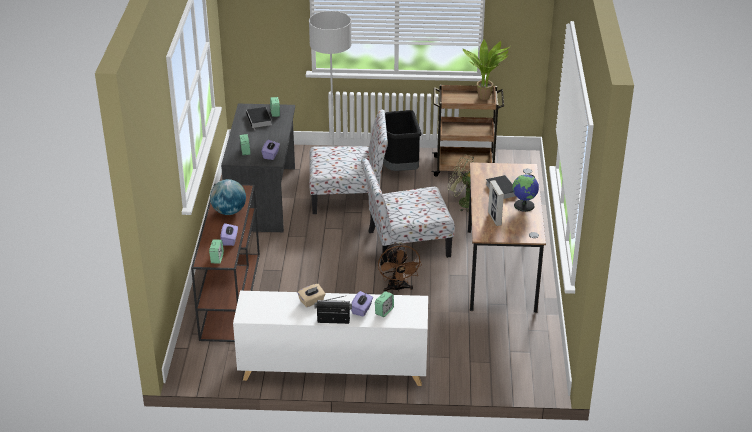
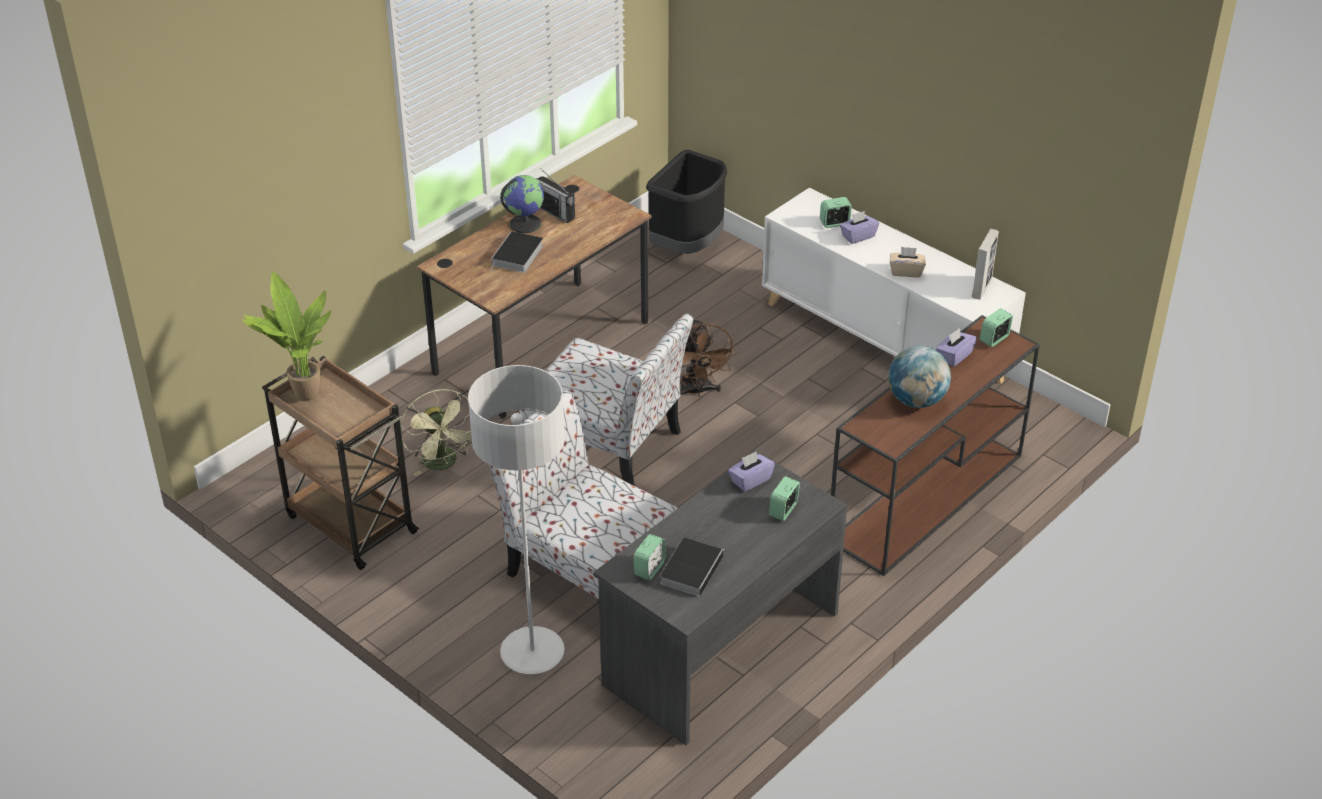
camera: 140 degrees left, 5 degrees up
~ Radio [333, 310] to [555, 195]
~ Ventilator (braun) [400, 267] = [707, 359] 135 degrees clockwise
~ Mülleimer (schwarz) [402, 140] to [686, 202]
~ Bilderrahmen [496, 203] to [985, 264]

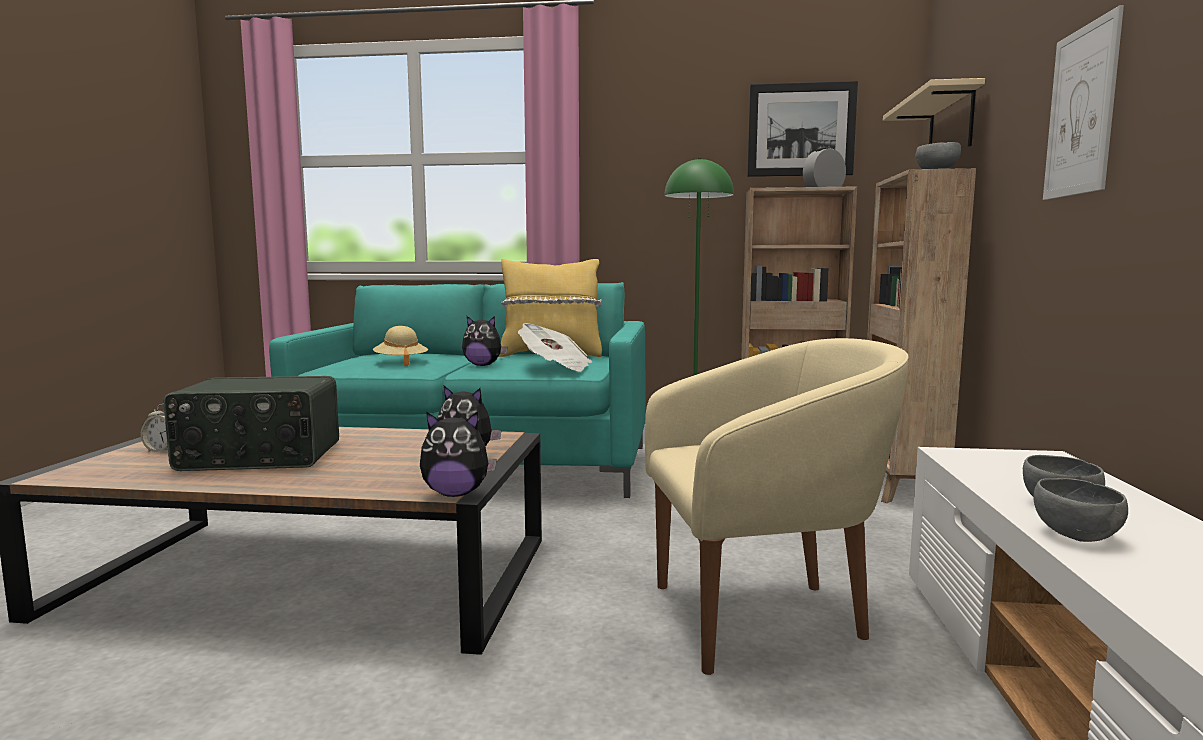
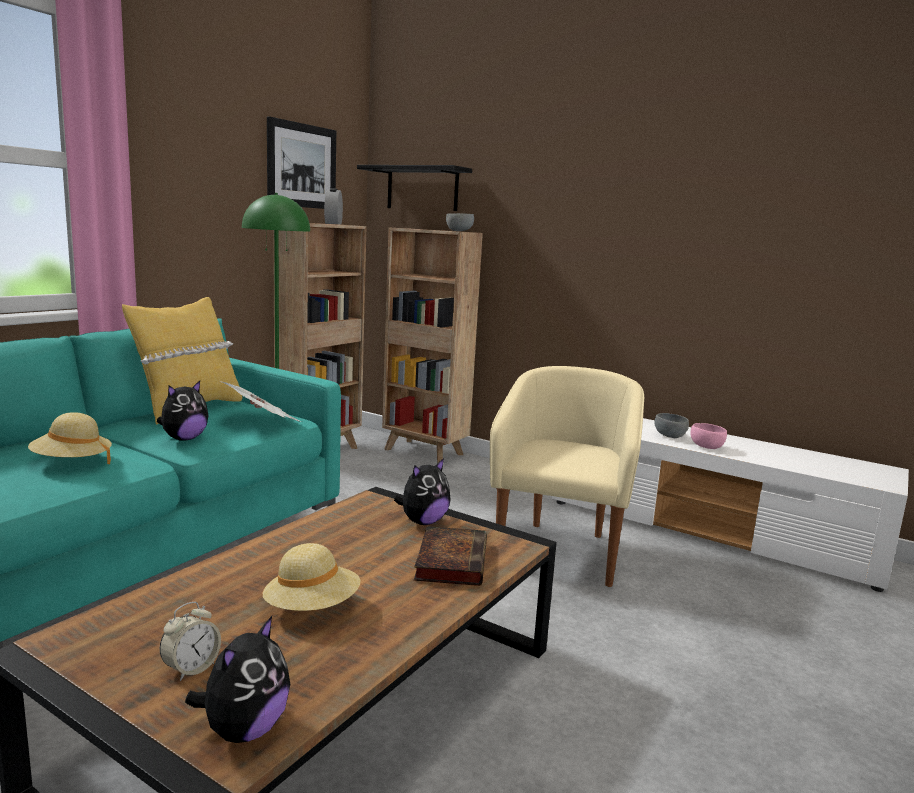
camera: 65 degrees left, 5 degrees up
~ Radio [251, 423] to Hut (beige) [311, 577]
~ Plüschtier [458, 454] to [237, 679]
~ Wandregal (beige) [934, 112] to Wandregal (schwarz) [414, 188]
~ Schüssel (grau) [1080, 510] to Schüssel (rosa) [709, 436]
- Bild [1083, 102]
+ Buch [450, 556]

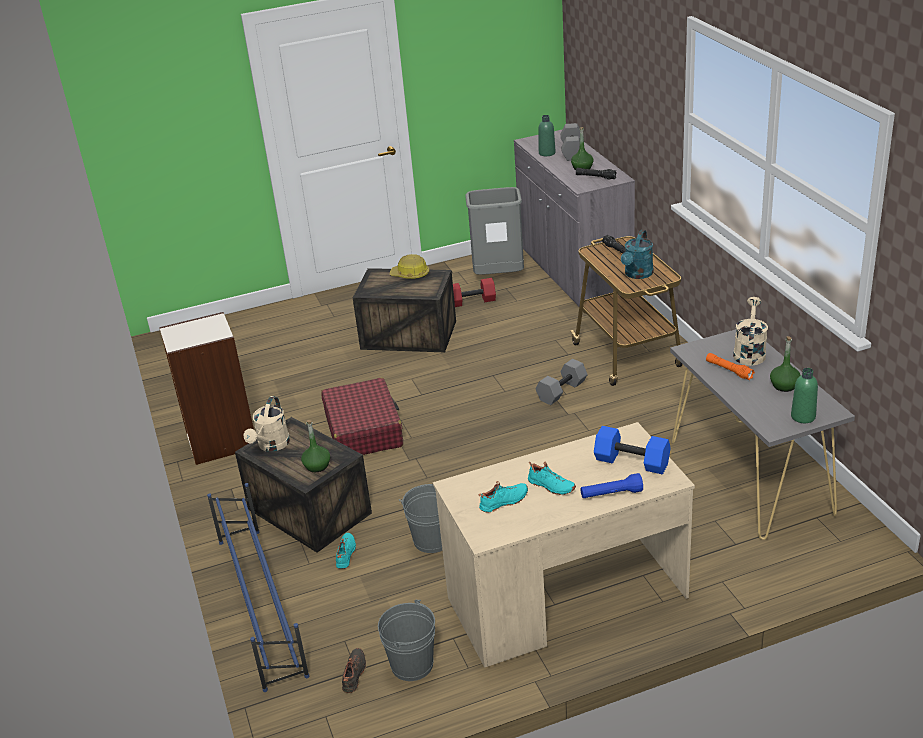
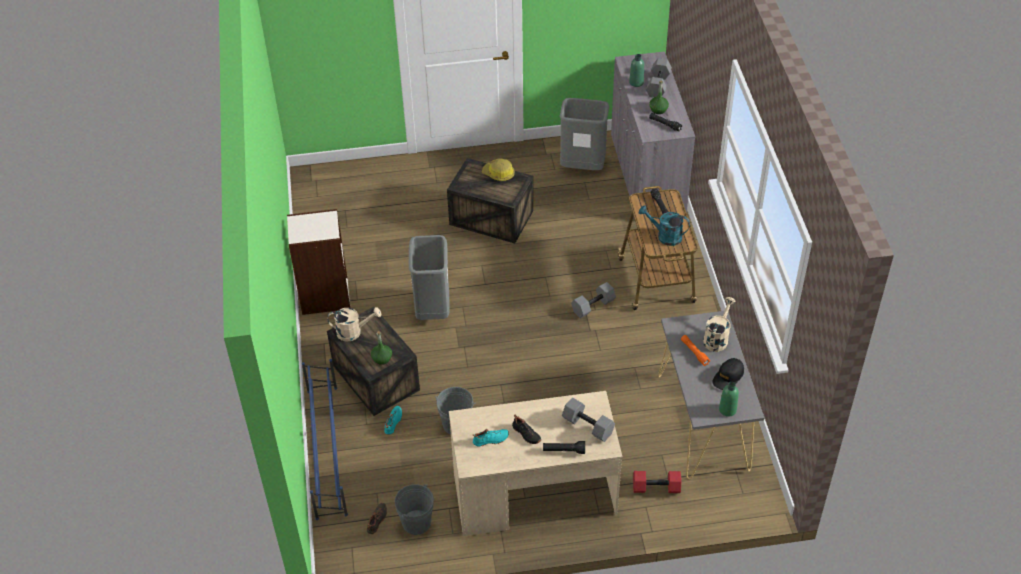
camera: 10 degrees right, 15 degrees up
~ Gießkanne (beige) [266, 424] = [354, 324] 120 degrees counterclockwise
~ Koffer (rot) [362, 416] to Mülleimer (grau) [429, 277]
~ Hantel (rot) [474, 292] to [657, 482]
~ Schuh (türkis) [552, 478] to Schuh (schwarz) [526, 429]
~ Taschenlampe (blau) [611, 485] to Taschenlampe (schwarz) [564, 447]
~ Hantel (blau) [632, 450] to Hantel (grau) [588, 420]
~ Gießkanne (türkis) [637, 254] = [664, 226] 75 degrees clockwise
~ Flasche (grün) [785, 364] to Kappe (schwarz) [728, 374]

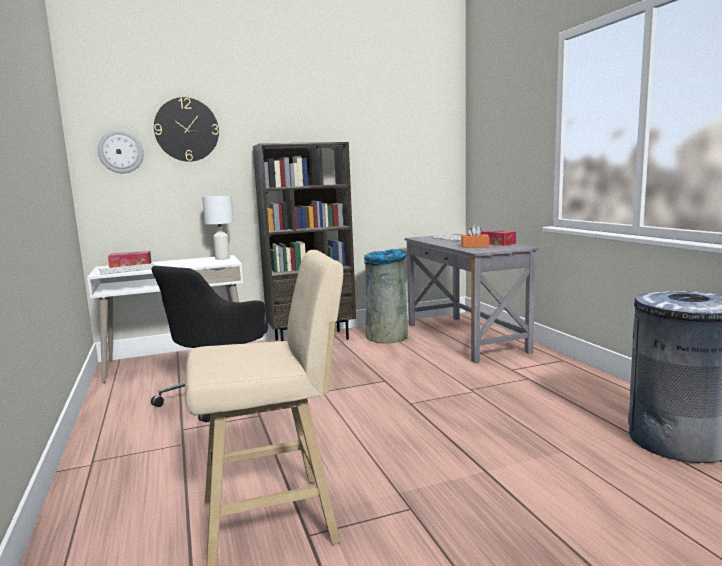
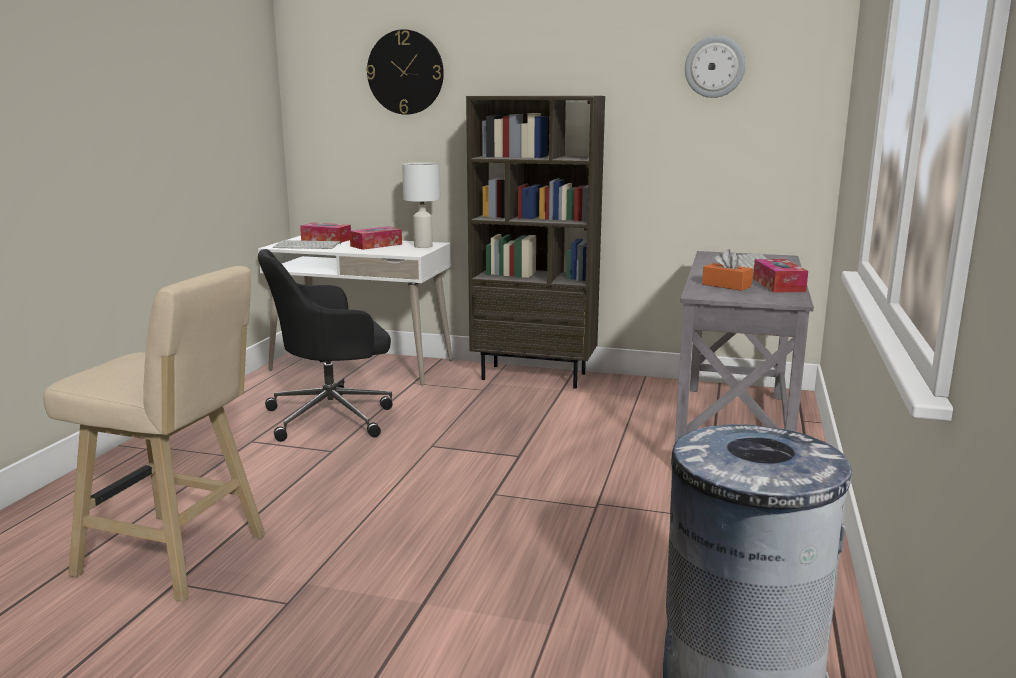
camera: 35 degrees right, 5 degrees up
~ Wanduhr [121, 151] to [715, 67]
- Mülleimer (grau) [386, 296]
+ Taschentuchbox [376, 238]

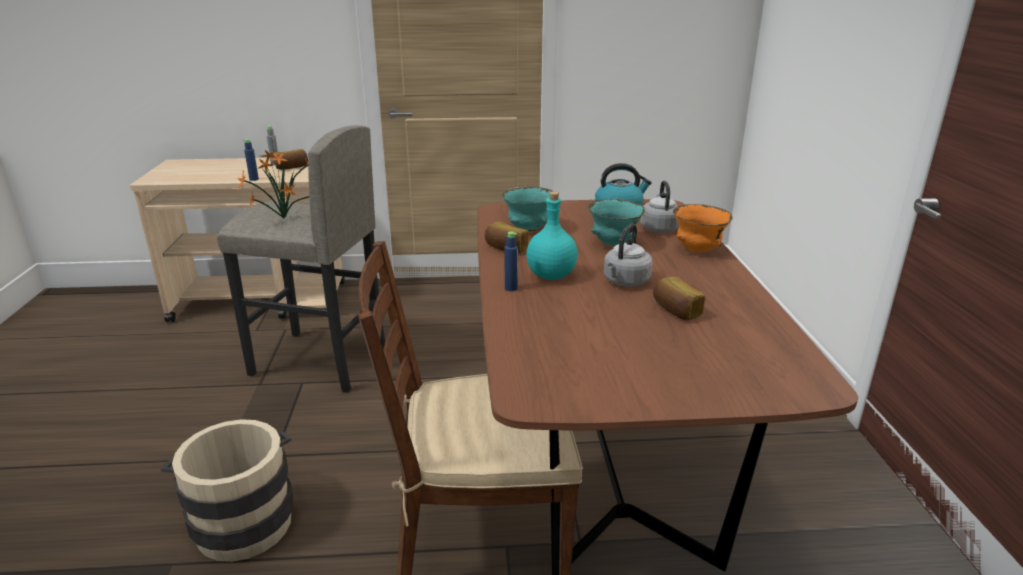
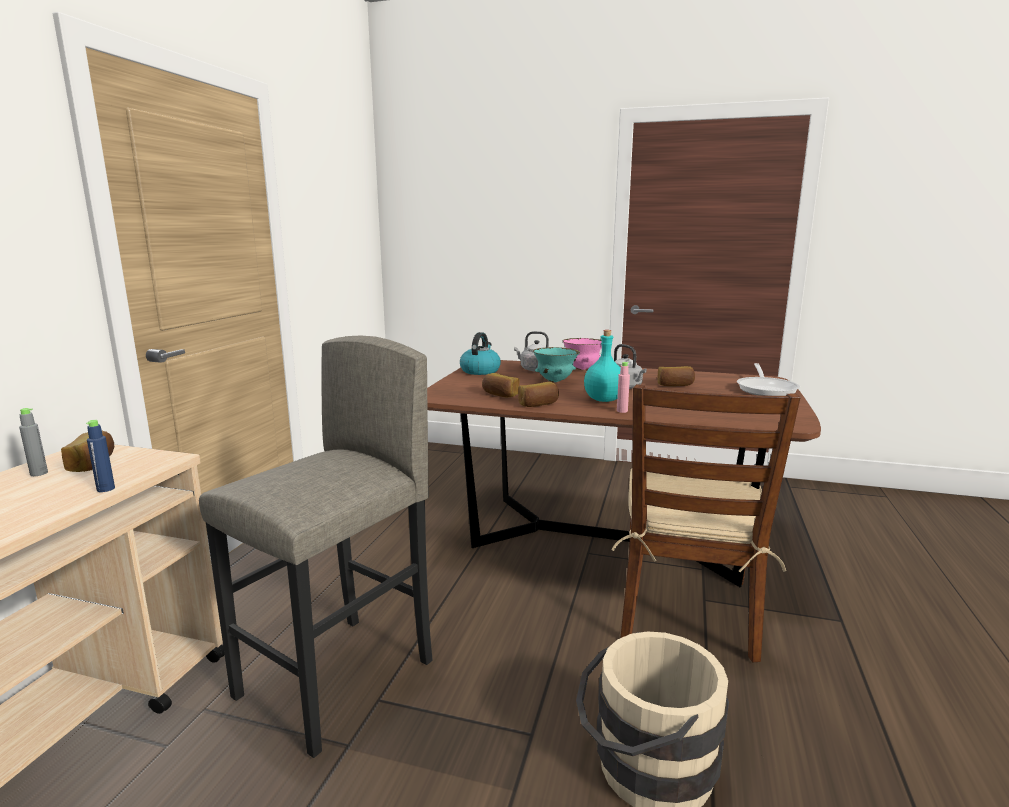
camera: 70 degrees left, 10 degrees down
- Topfpflanze [273, 184]
~ Schüssel (türkis) [527, 208] to Brot [501, 385]
~ Flasche (blau) [511, 261] to Flasche (rosa) [623, 387]
~ Schüssel (orange) [703, 228] to Schüssel (rosa) [582, 354]
+ Pfanne [768, 379]

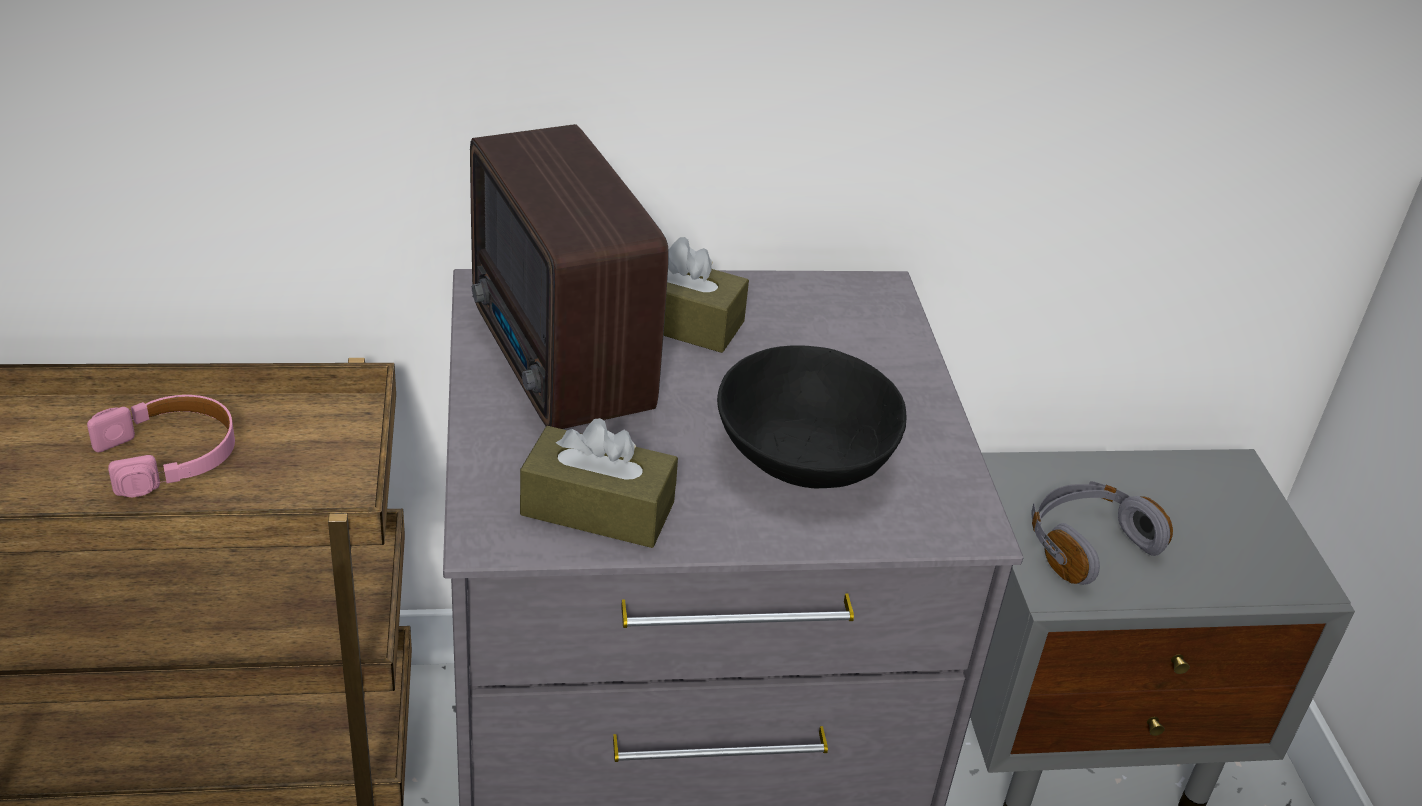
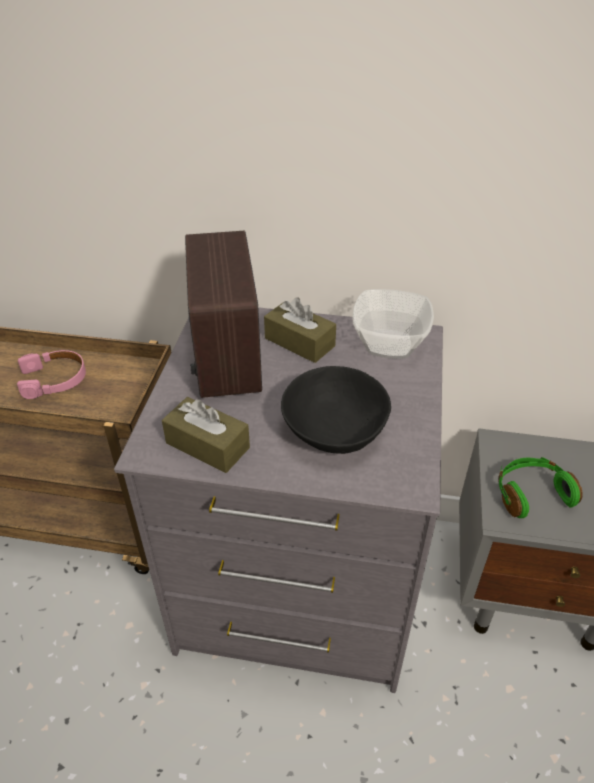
camera: 20 degrees right, 5 degrees up
~ Kopfhörer (grau) [1102, 533] to Kopfhörer (grün) [540, 487]
+ Schüssel [393, 324]

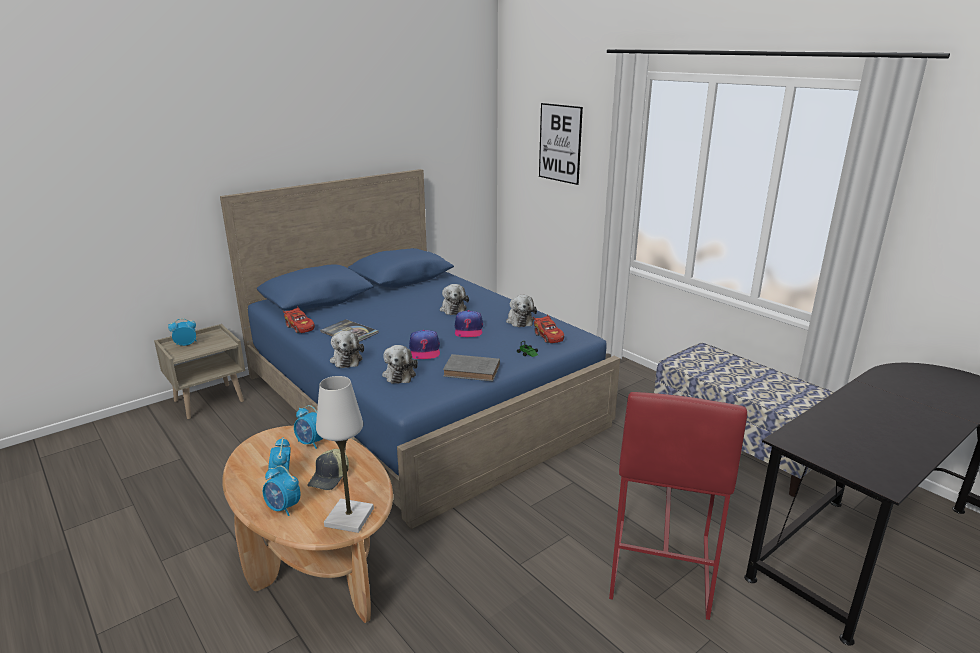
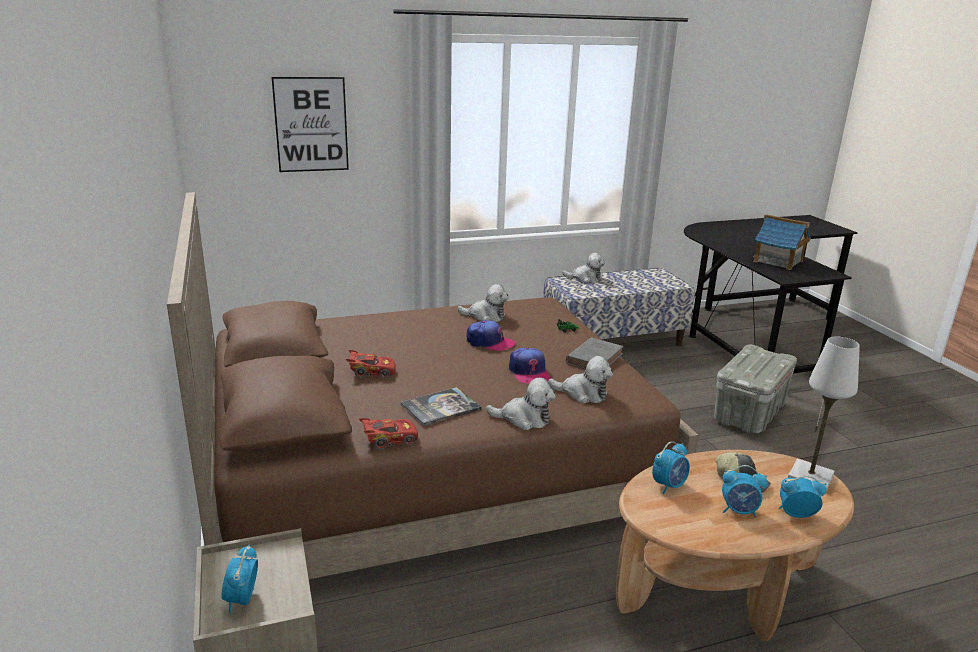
camera: 70 degrees left, 0 degrees up
~ Bett (blau) [420, 349] to Bett (braun) [432, 385]
~ Wecker [282, 491] = [803, 497] 135 degrees counterclockwise
~ Kappe [424, 344] = [529, 366] 60 degrees clockwise
~ Plüschtier [454, 299] to [583, 268]
~ Spielzeugauto (rot) [548, 328] to [371, 364]
~ Hocker (rot) [678, 506] to Aufbewahrungsbox (grau) [755, 389]
+ Spielzeughaus [782, 242]

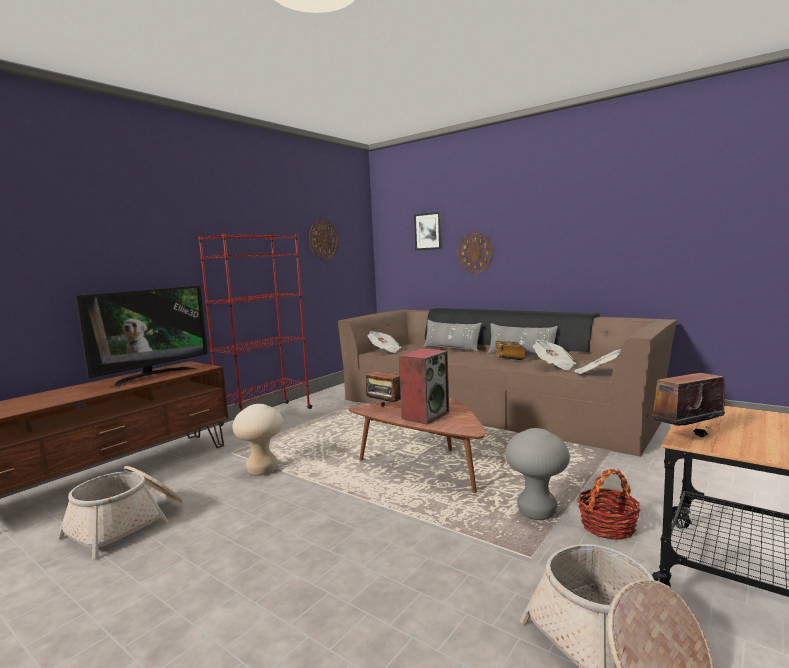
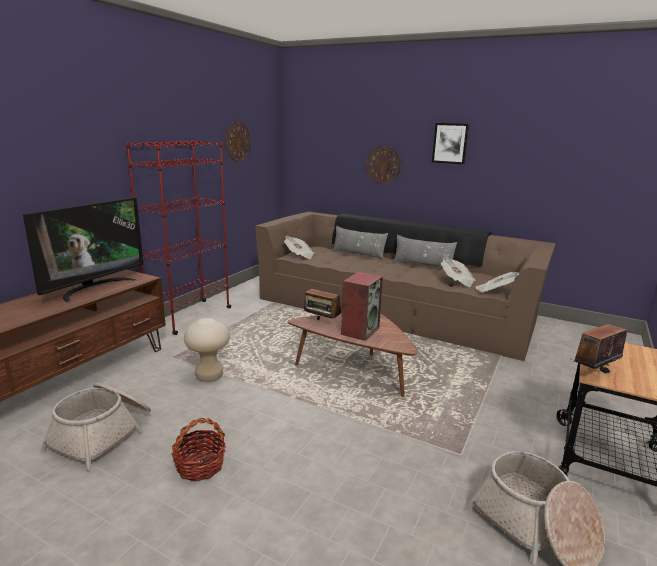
camera: 10 degrees left, 10 degrees up
~ Bild [428, 231] to [450, 143]
- Buch [510, 350]
- Hocker (grau) [537, 474]
~ Korb [609, 504] to [198, 450]

